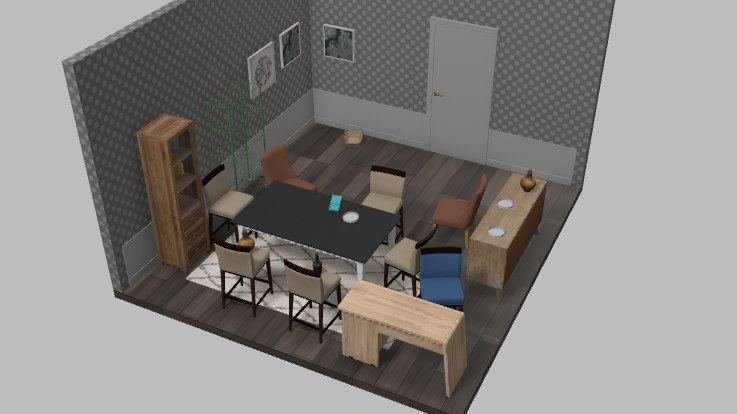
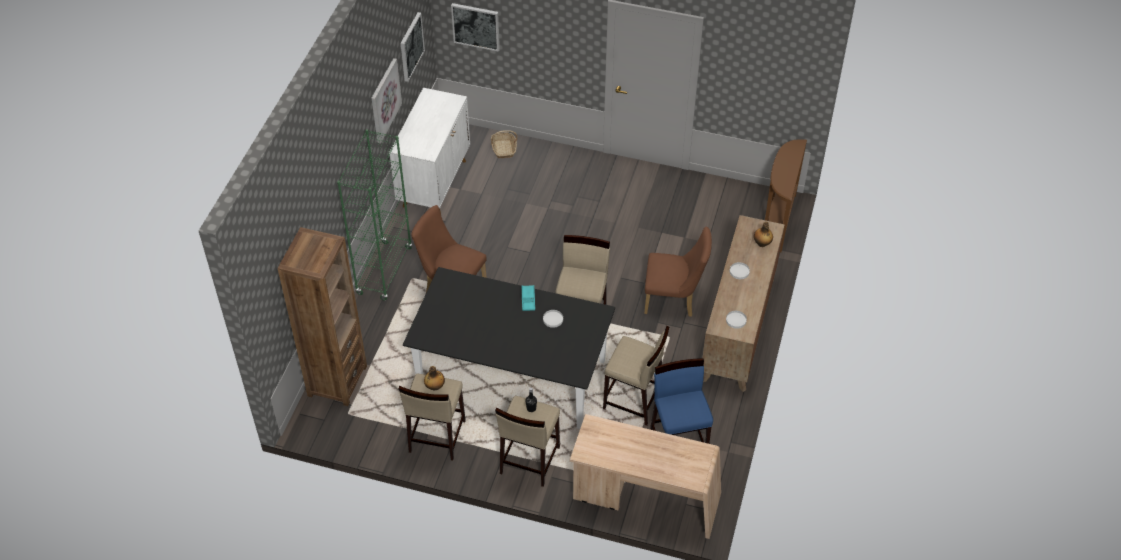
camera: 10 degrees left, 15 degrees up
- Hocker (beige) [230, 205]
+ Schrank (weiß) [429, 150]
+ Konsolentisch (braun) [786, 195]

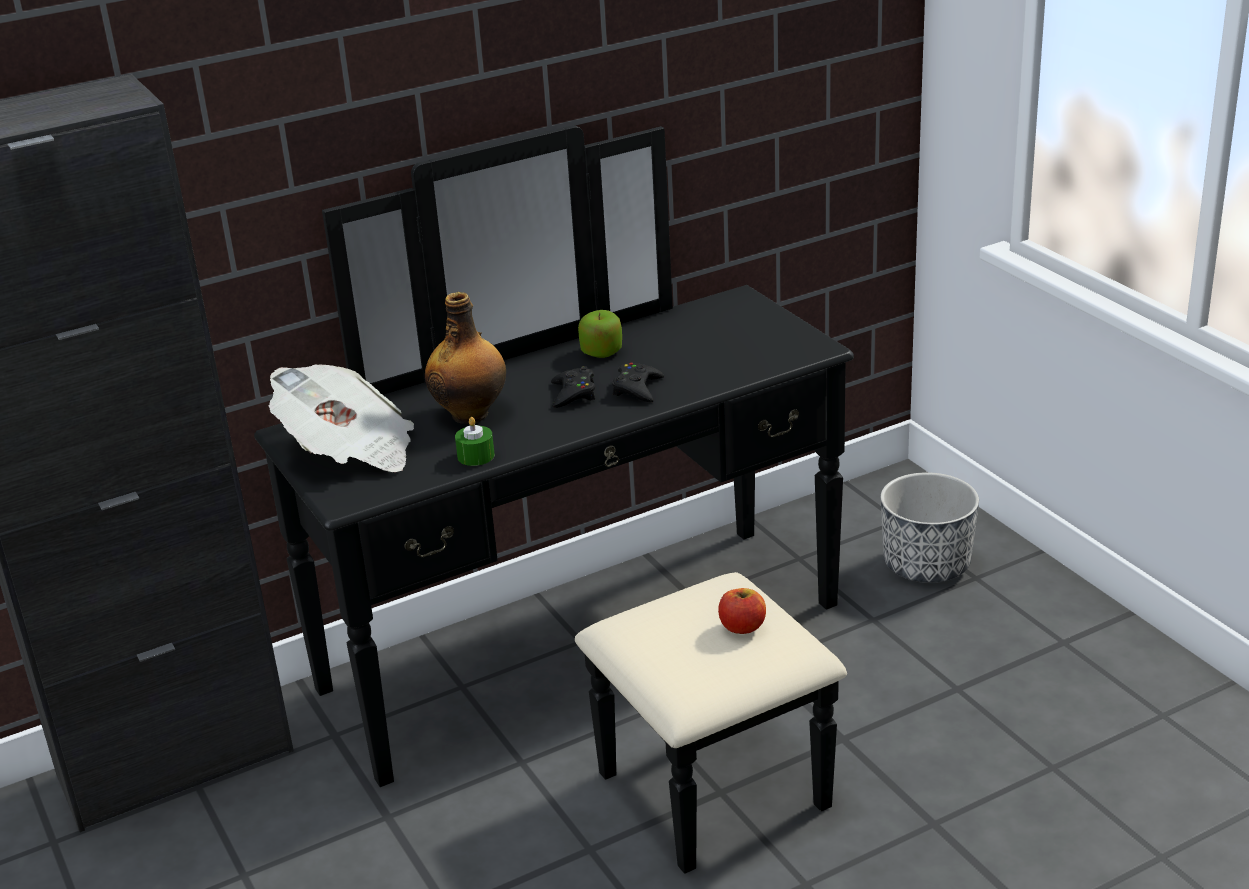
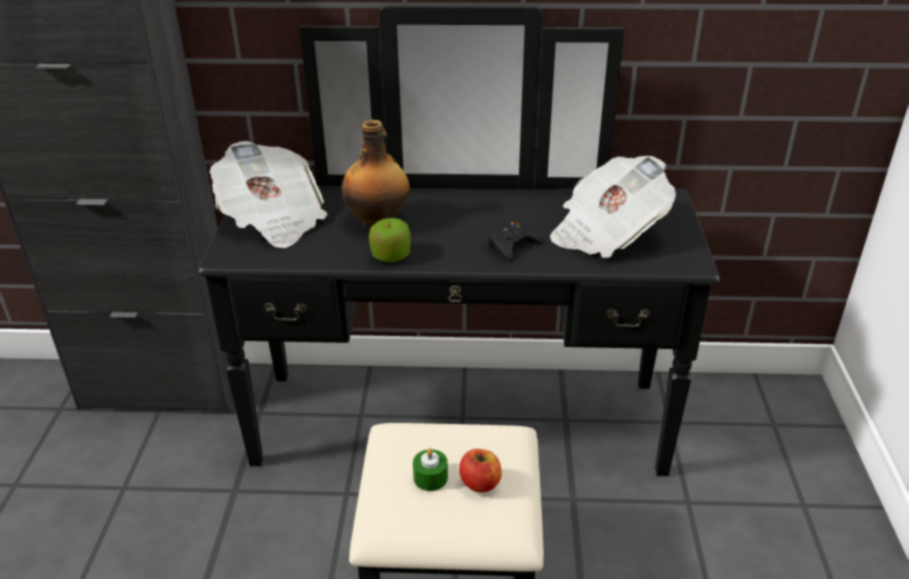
camera: 30 degrees right, 5 degrees up
~ Kerze (grün) [475, 441] to [430, 469]
- Gamepad (schwarz) [573, 387]
~ Apfel [600, 334] to [389, 240]
- Pflanzkübel [929, 527]
+ Zeitung [613, 207]

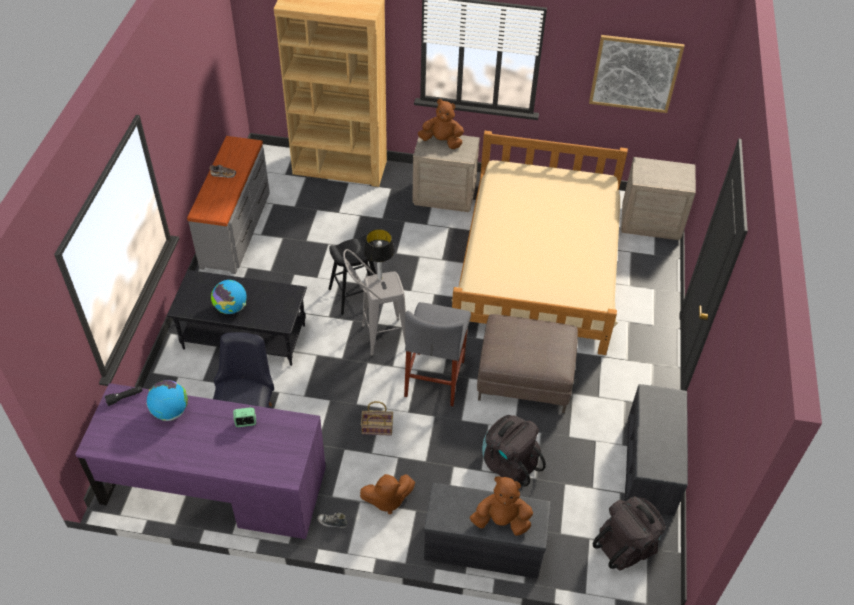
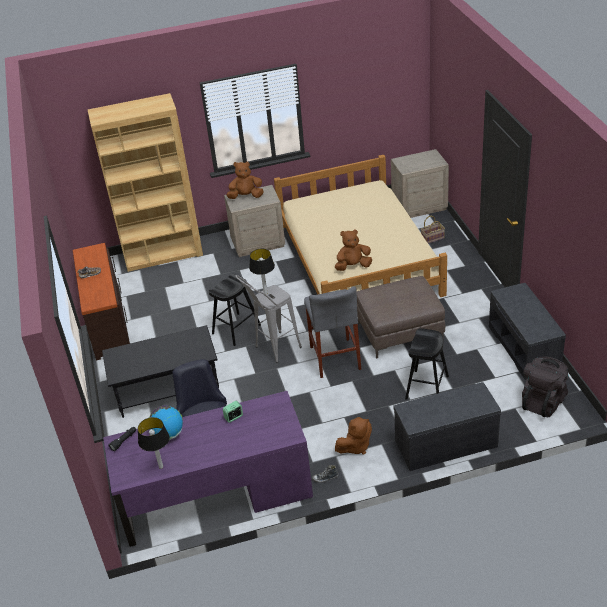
camera: 20 degrees left, 10 degrees down
~ Kommode (grau) [228, 205] to Kommode (braun) [101, 301]
- Globus [229, 297]
~ Korb [377, 418] to [433, 230]
~ Plüschtier (braun) [501, 506] to [353, 250]
~ Rucksack (schwarz) [514, 451] to Hocker (schwarz) [427, 364]
- Bild [636, 74]
+ Tischlampe [153, 443]

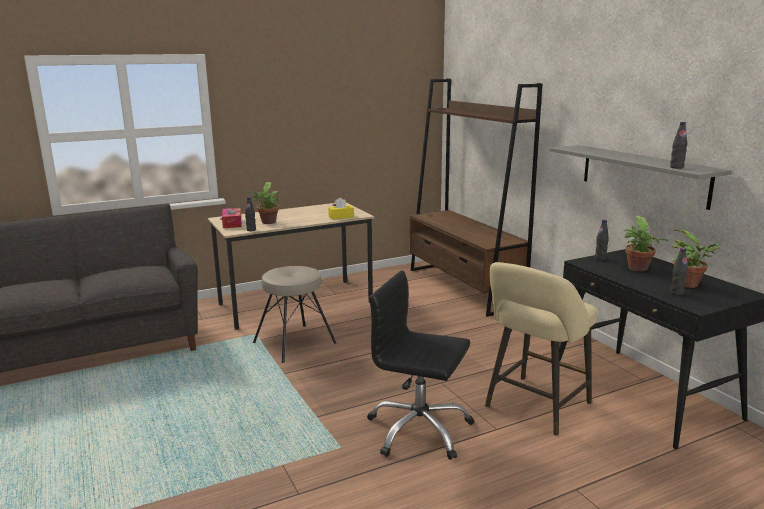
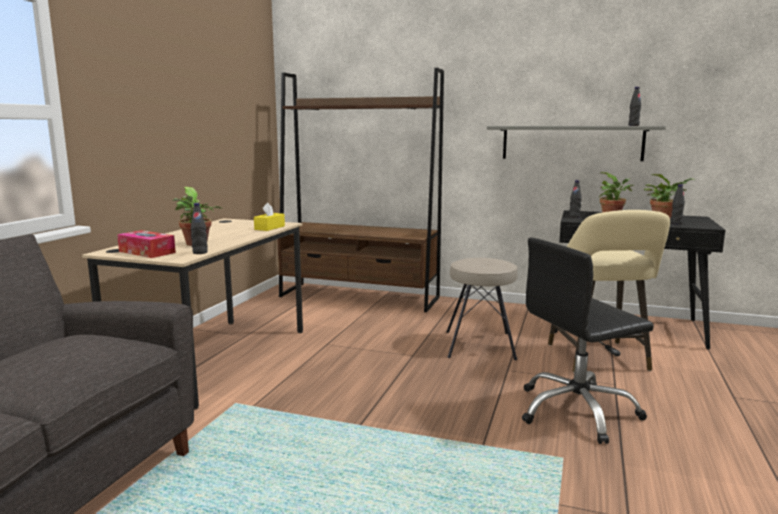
camera: 45 degrees left, 5 degrees down
~ Hocker (beige) [294, 314] to [482, 309]

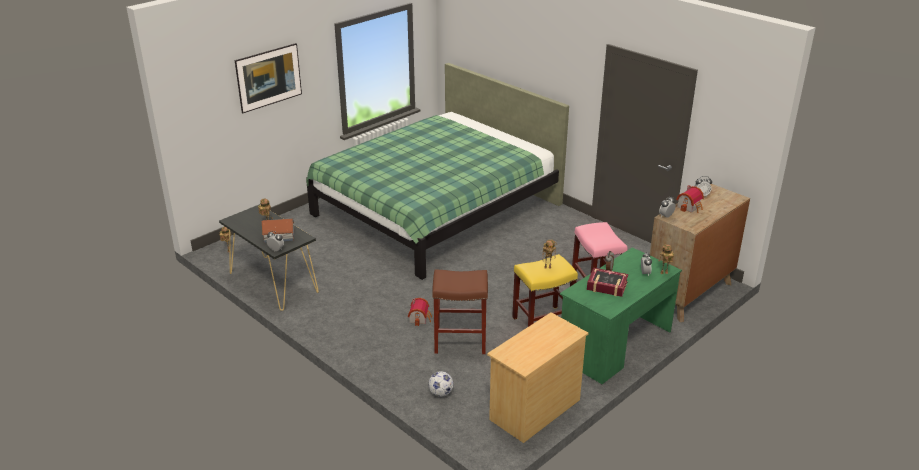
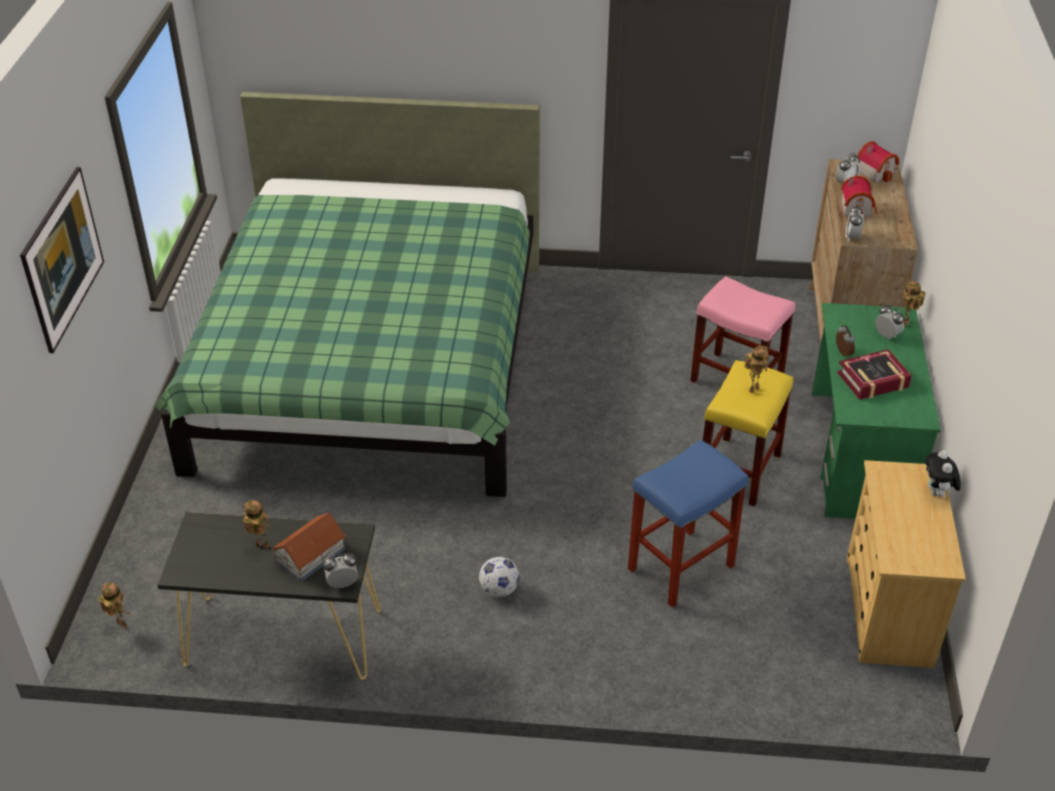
camera: 40 degrees left, 10 degrees up
~ Spielzeughaus [420, 312] to [878, 162]
~ Fußball [441, 384] to [499, 577]
~ Hocker (braun) [460, 311] to Hocker (blau) [688, 524]
+ Plüschtier [943, 474]

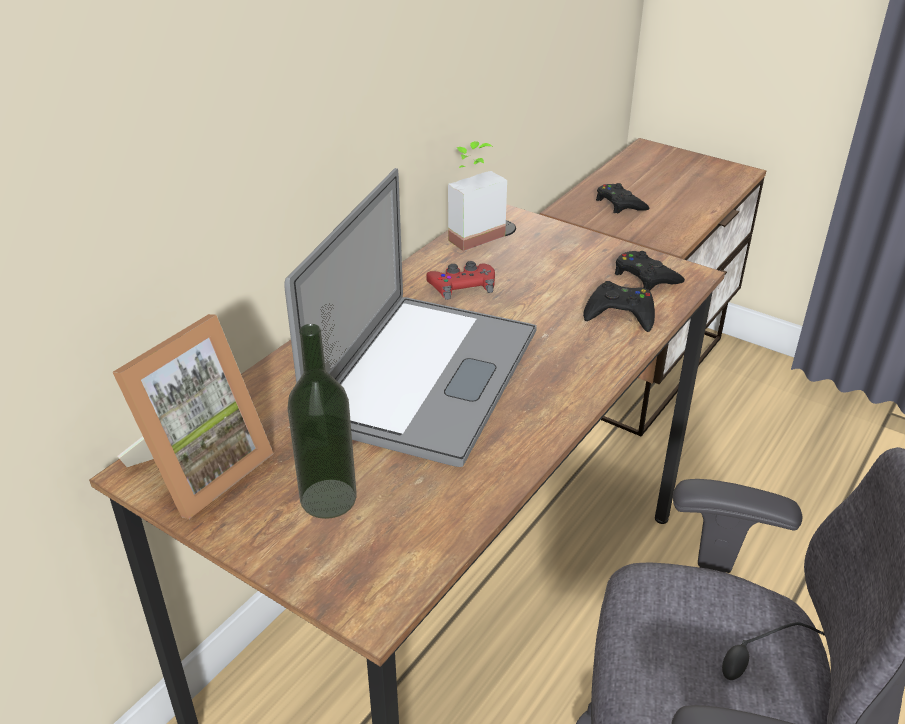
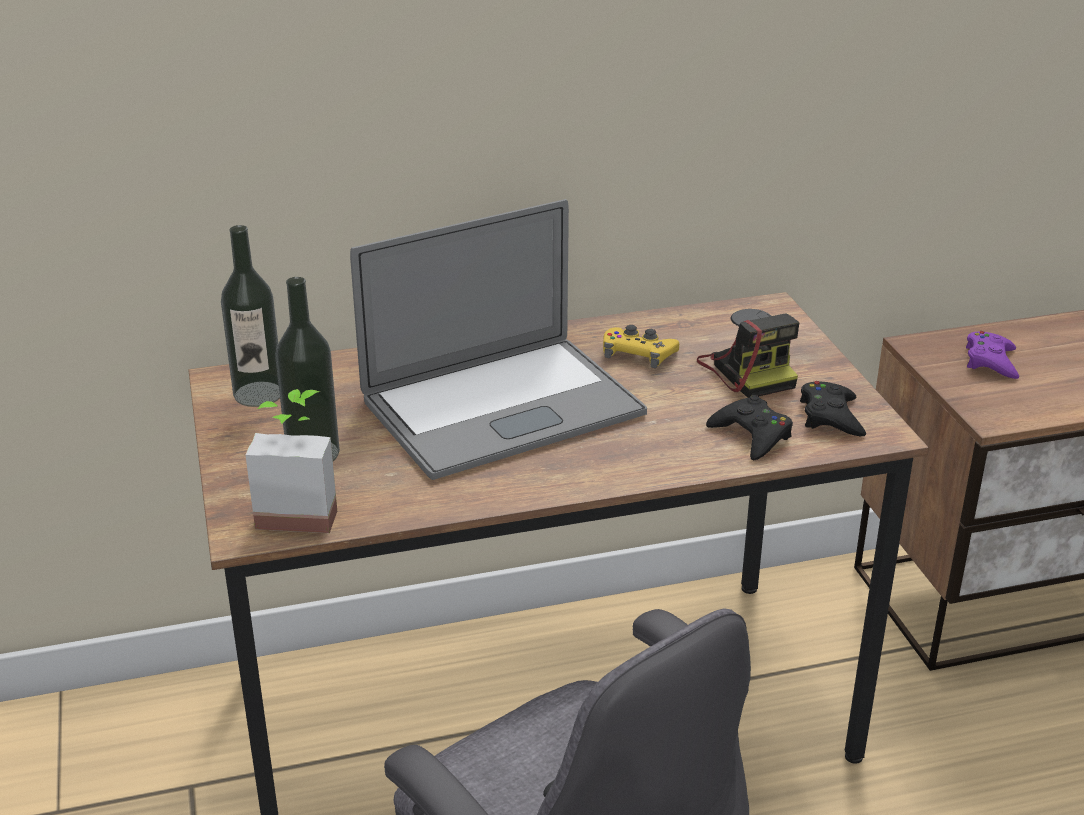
camera: 40 degrees right, 5 degrees down
~ Bilderrahmen [193, 416] to Flasche [250, 316]
~ Gamepad (rot) [460, 280] to Gamepad (gelb) [641, 346]
~ Topfpflanze [477, 196] to [291, 461]
~ Gamepad (schwarz) [623, 198] to Gamepad (lila) [992, 355]
+ Kamera [748, 356]

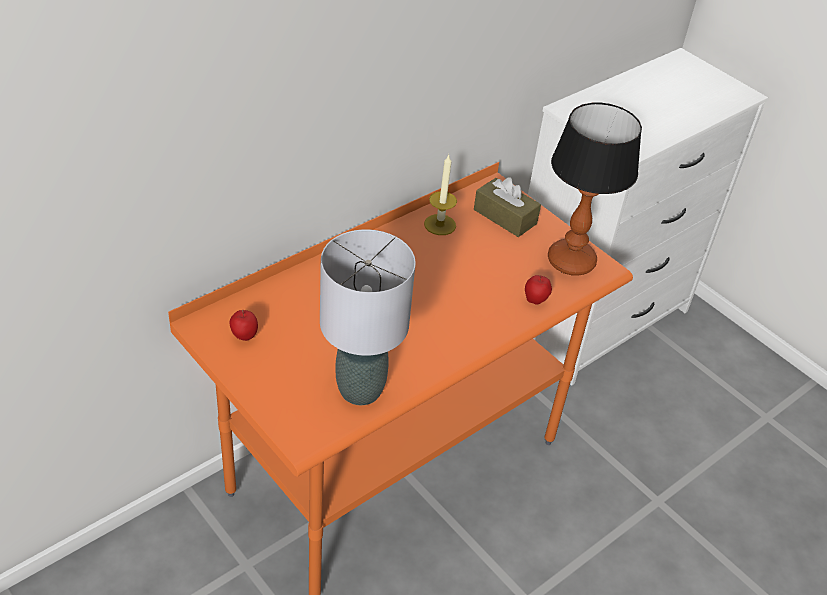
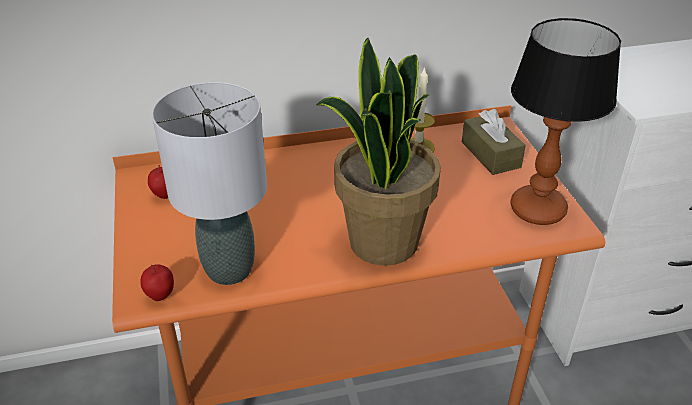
camera: 30 degrees right, 5 degrees down
~ Apfel [538, 290] to [157, 282]
+ Topfpflanze [378, 152]

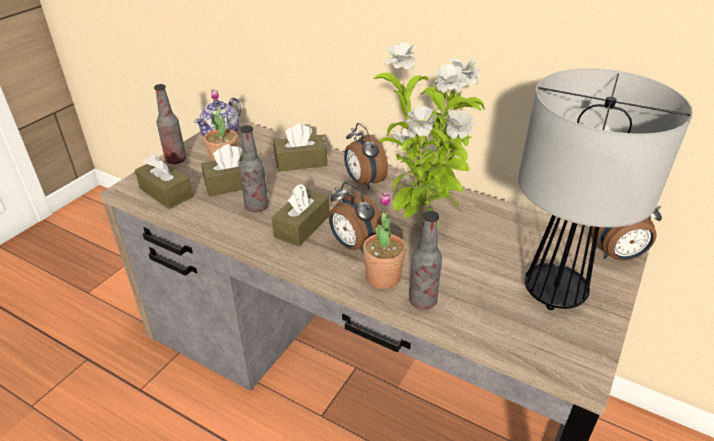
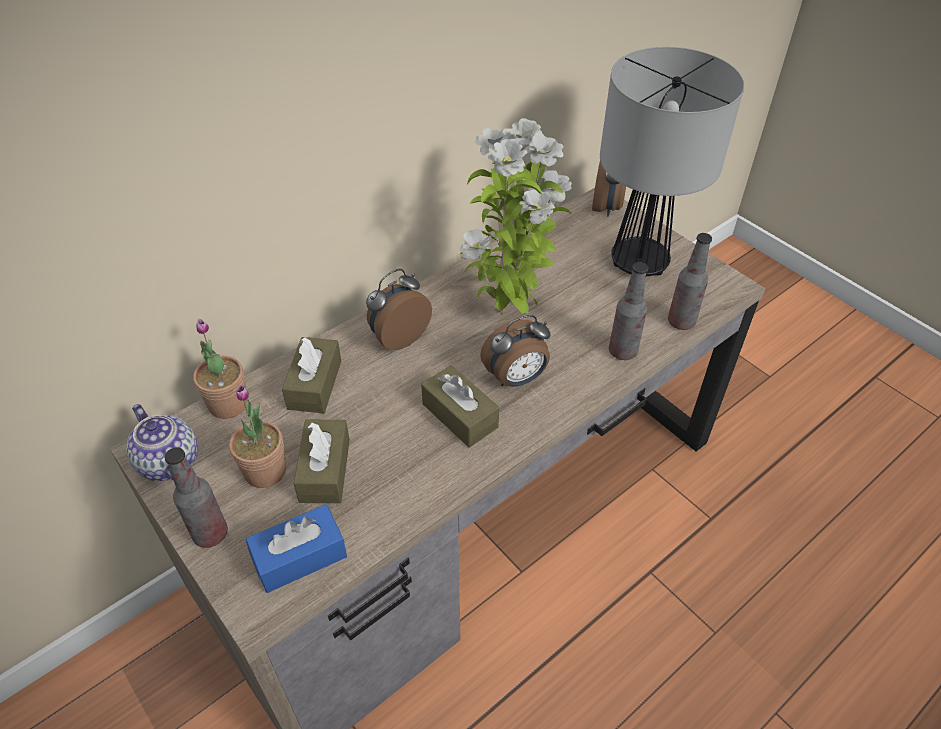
camera: 70 degrees left, 10 degrees up
~ Taschentuchbox (braun) [164, 181] to Taschentuchbox (blau) [296, 548]
~ Flasche [253, 168] to [690, 281]
~ Wecker [366, 156] = [399, 309] 150 degrees clockwise
~ Topfpflanze [384, 240] to [220, 369]

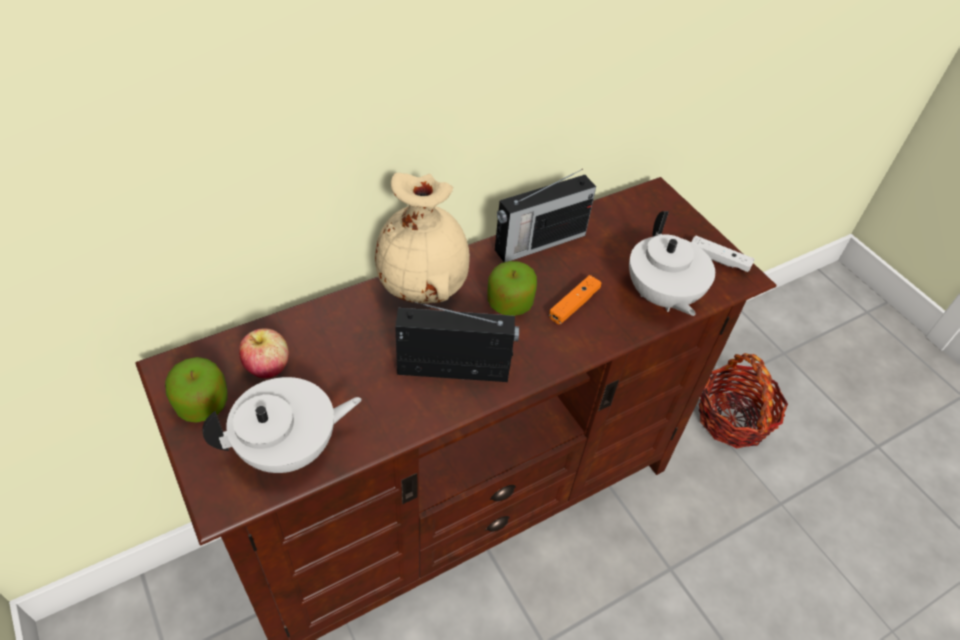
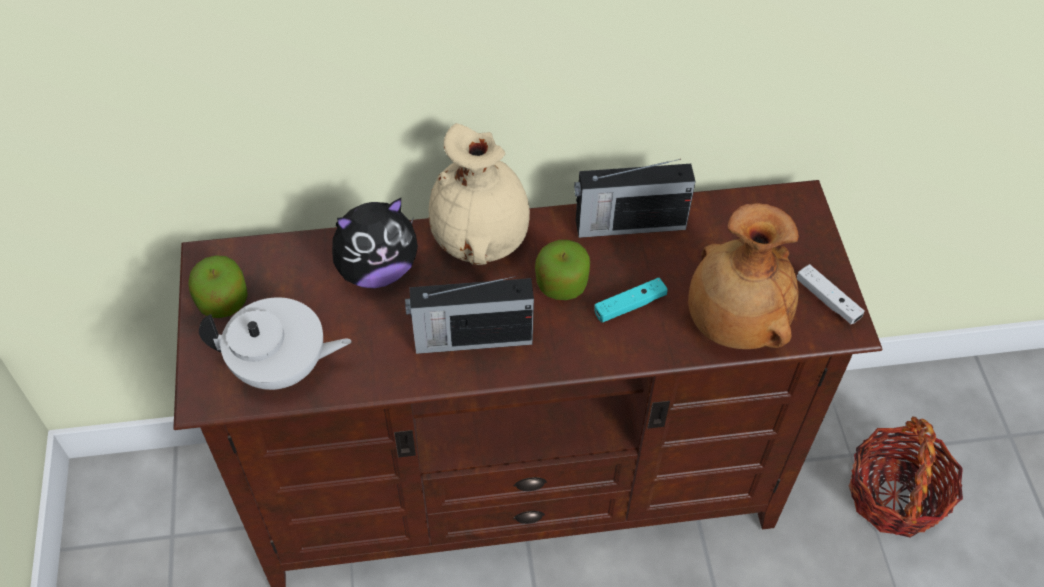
camera: 25 degrees right, 5 degrees up
- Apfel [264, 353]
~ Radio [457, 342] = [469, 315] 150 degrees clockwise
~ Gamepad (orange) [575, 299] to Gamepad (türkis) [631, 300]
~ Teekanne (weiß) [672, 263] to Vase (braun) [743, 276]
+ Plüschtier [375, 243]

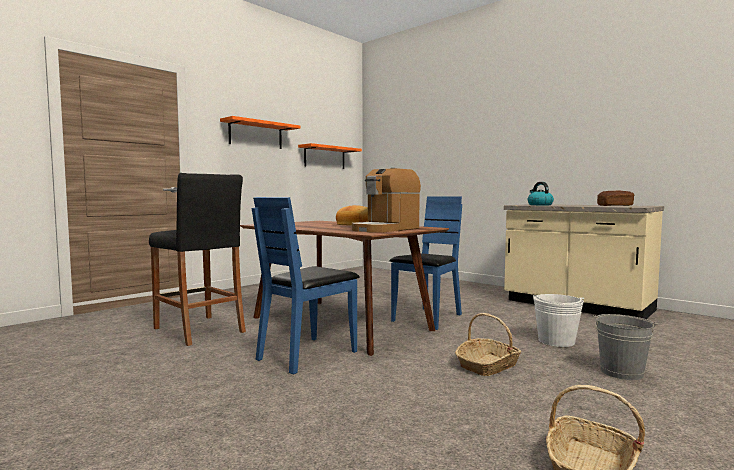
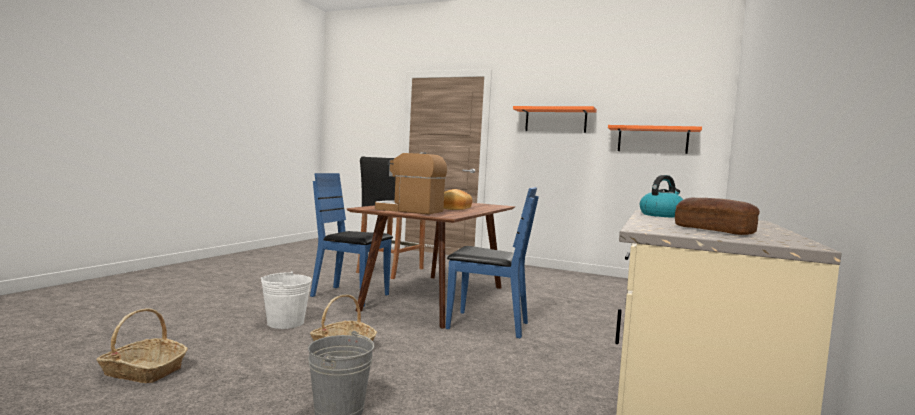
camera: 70 degrees right, 0 degrees up
~ Eimer (weiß) [558, 320] to [286, 300]

